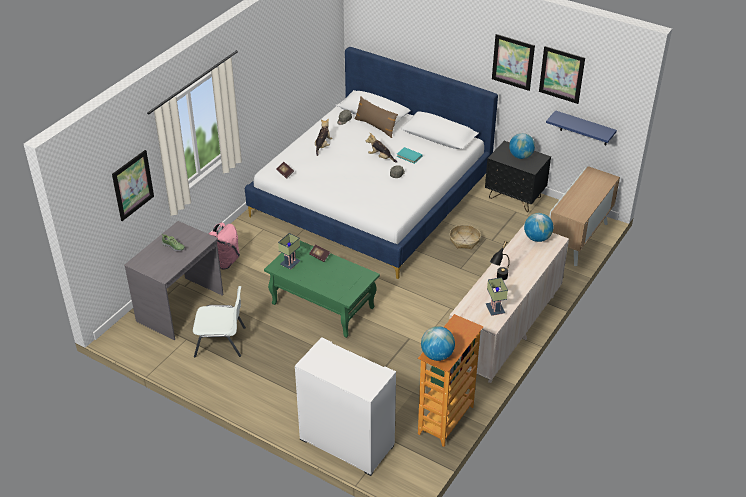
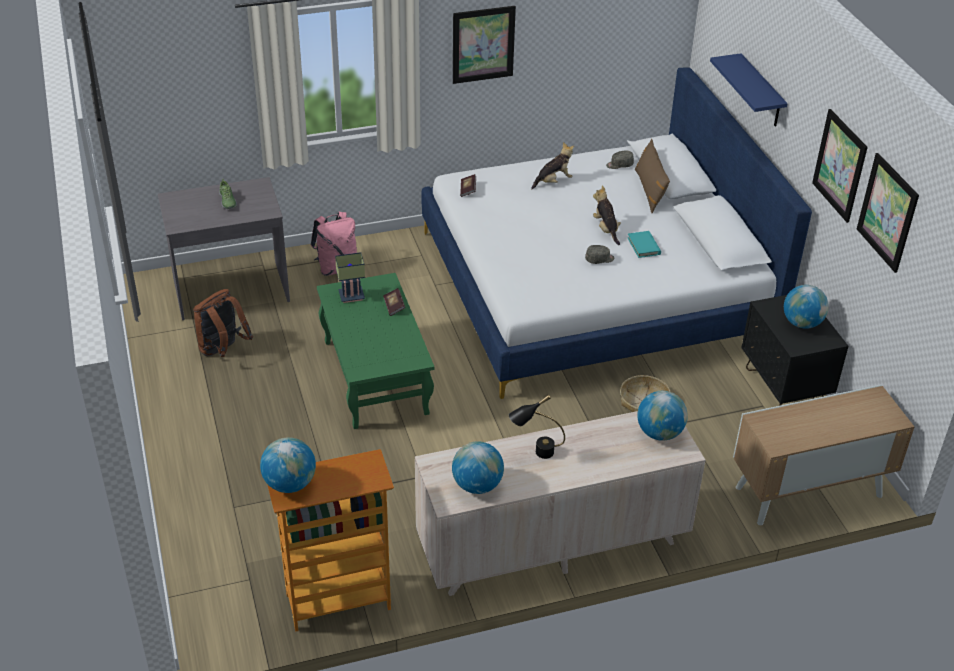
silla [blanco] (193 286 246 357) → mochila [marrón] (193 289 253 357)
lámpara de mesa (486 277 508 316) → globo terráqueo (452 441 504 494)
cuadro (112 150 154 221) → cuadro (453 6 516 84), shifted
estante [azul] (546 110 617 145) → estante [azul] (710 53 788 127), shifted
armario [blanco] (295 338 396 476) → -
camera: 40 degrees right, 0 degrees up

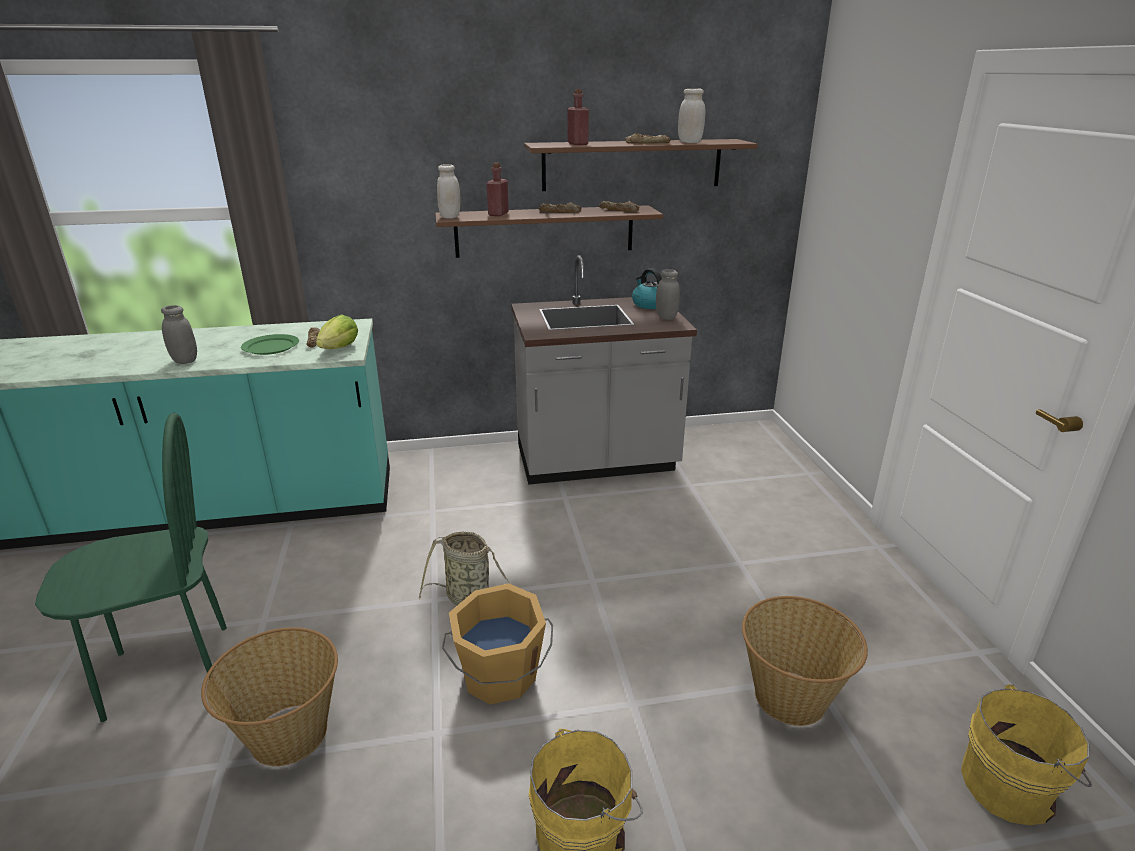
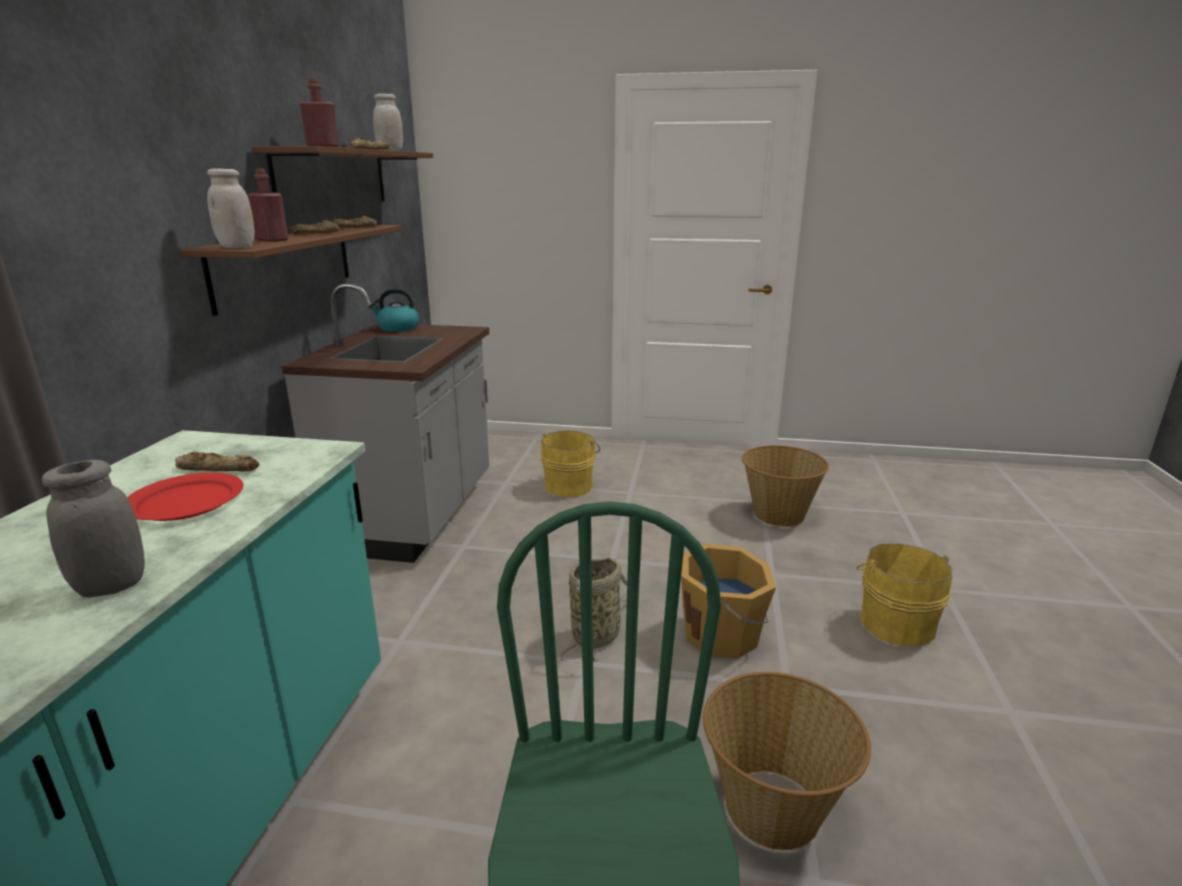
plato [verde] (241 334 299 355) → plato [rojo] (127 472 243 521)
cubo [amarillo] (961 684 1092 825) → cubo [amarillo] (541 430 600 497), shifted
lechuga (316 314 358 349) → -
tarro [gris] (656 269 680 320) → -
camera: 70 degrees left, 5 degrees down

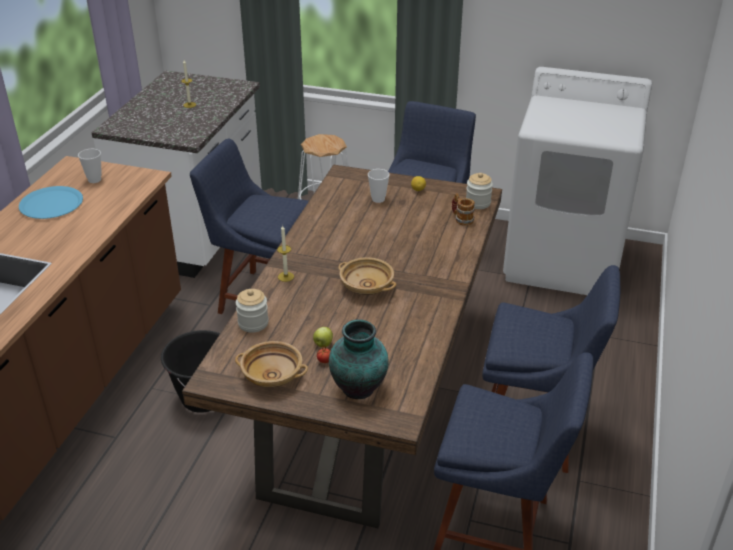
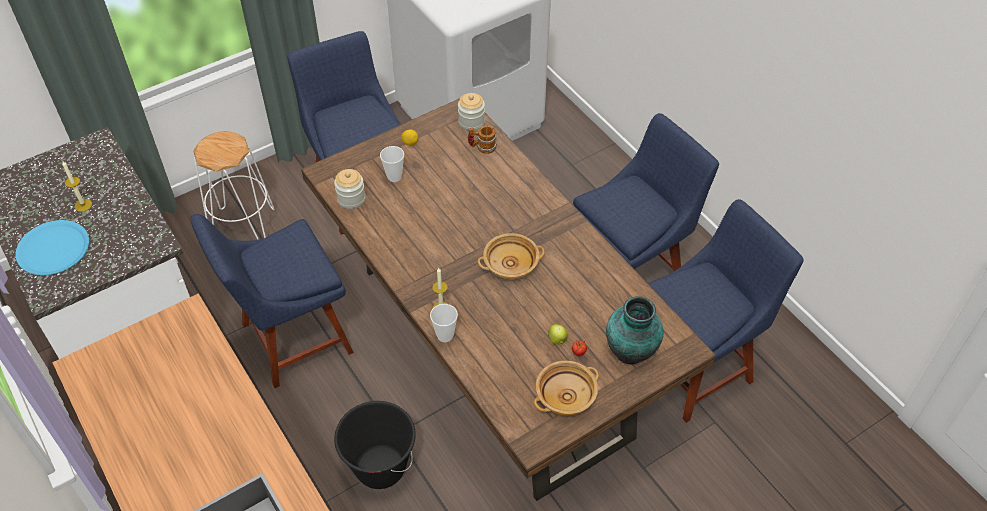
plato [azul] (19 186 83 219) → plato [azul] (16 220 89 275), shifted
tarro (236 289 269 333) → tarro (334 169 365 209), shifted
taza (78 149 102 183) → taza (430 304 458 342), shifted
camera: 50 degrees left, 15 degrees up

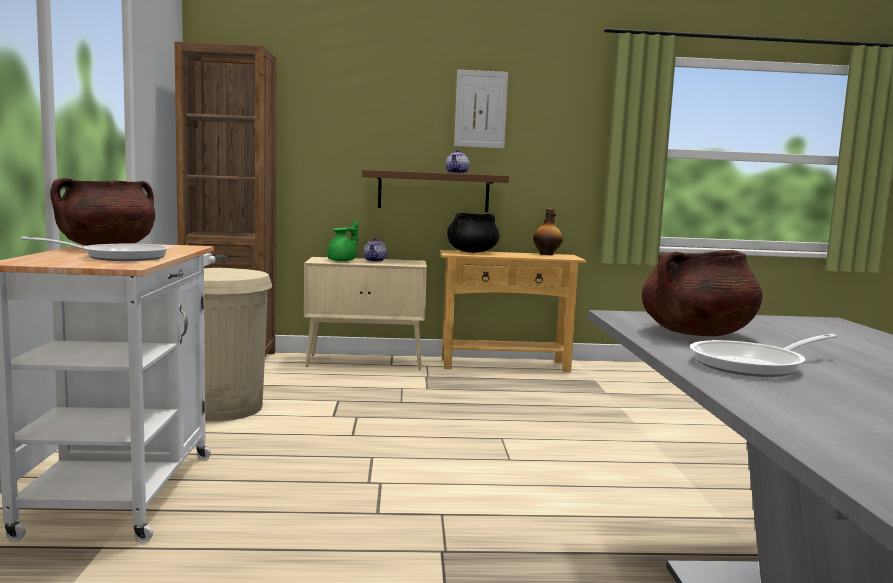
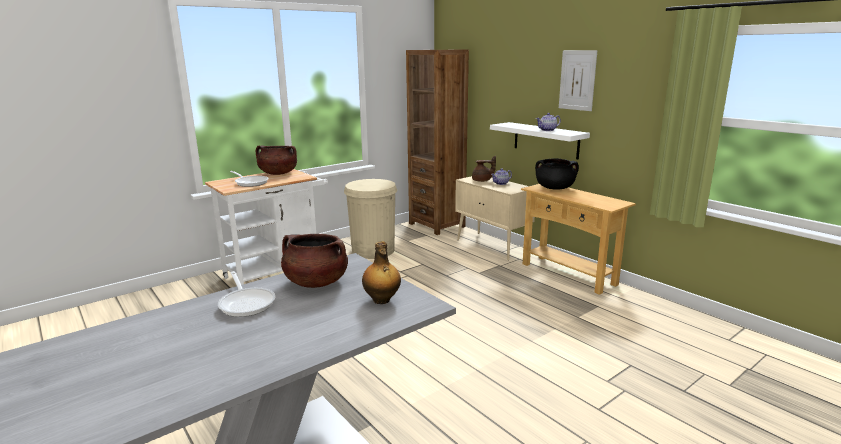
sartén (690 334 837 377) → sartén (218 271 275 317), 150 degrees counterclockwise
botella (533 208 563 255) → botella (362 241 401 304), shifted
tetera [verde] (327 221 358 261) → tetera [marrón] (472 156 496 182)
estante [marrón] (362 170 509 212) → estante [blanco] (490 122 590 159)
camera: 55 degrees right, 10 degrees up

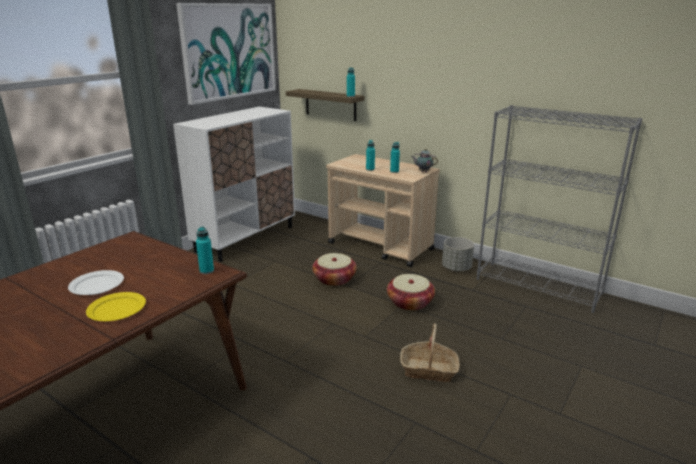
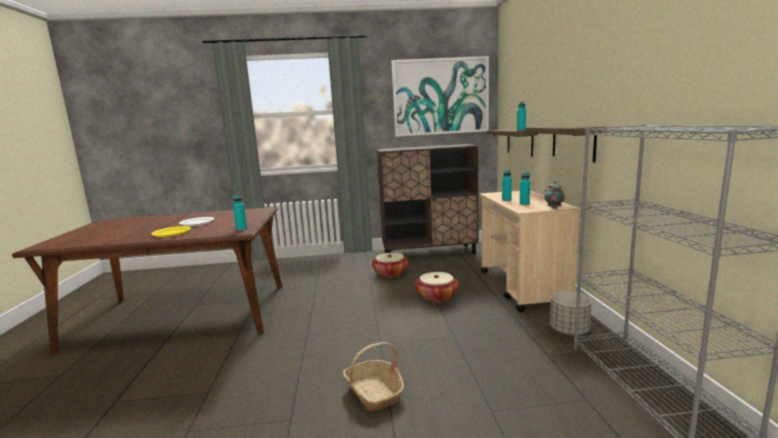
cesta (387 274 435 311) → cesta (372 253 409 278), shifted
armario [blanco] (173 107 295 262) → armario [marrón] (377 144 478 255)
- → estante (525 126 605 163)
camera: 50 degrees right, 10 degrees down

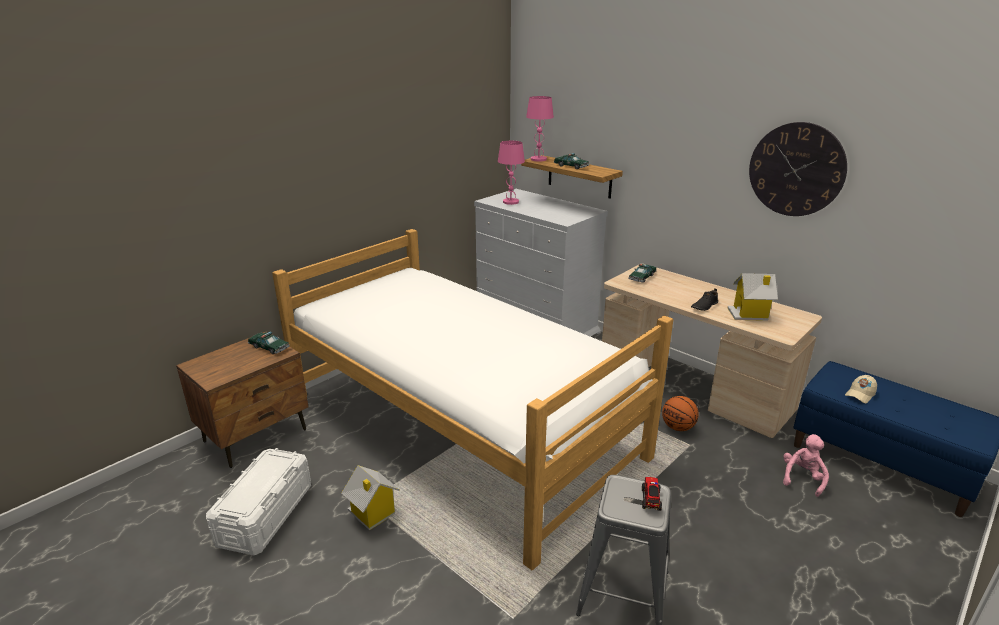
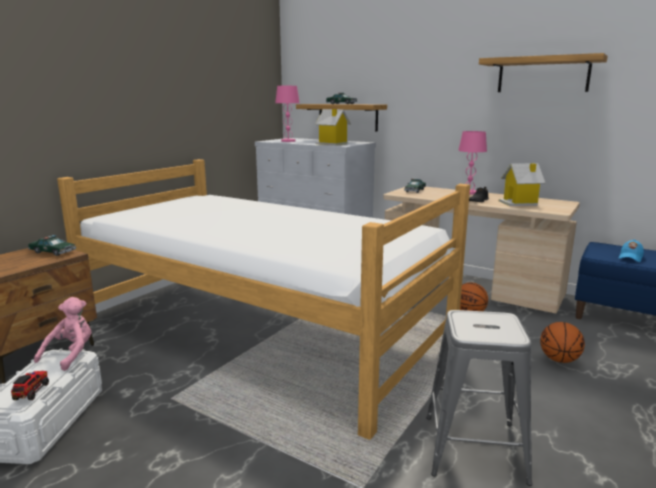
camión de juguete (642 477 662 511) → camión de juguete (11 371 49 400), shifted
peluche [rosa] (783 434 829 497) → peluche [rosa] (34 297 91 371), shifted
casita (342 465 400 530) → casita (315 109 351 145), shifted
lámpara de mesa [rosa] (526 96 554 162) → lámpara de mesa [rosa] (458 131 487 195), shifted
reloj de pared (749 122 847 216) → estante (479 53 608 92)
- → balón de baloncesto (540 322 585 363)
gorra [beis] (845 375 877 403) → gorra [azul] (618 240 644 262)
camera: 10 degrees left, 10 degrees down

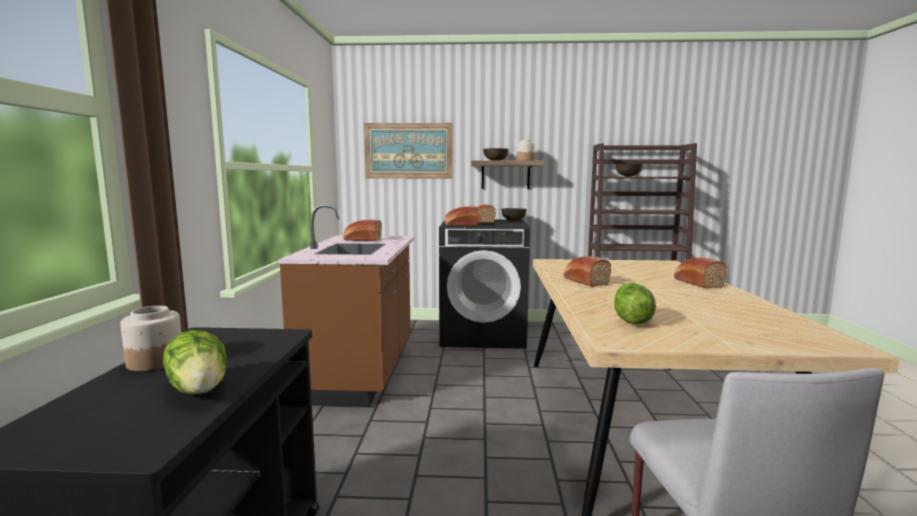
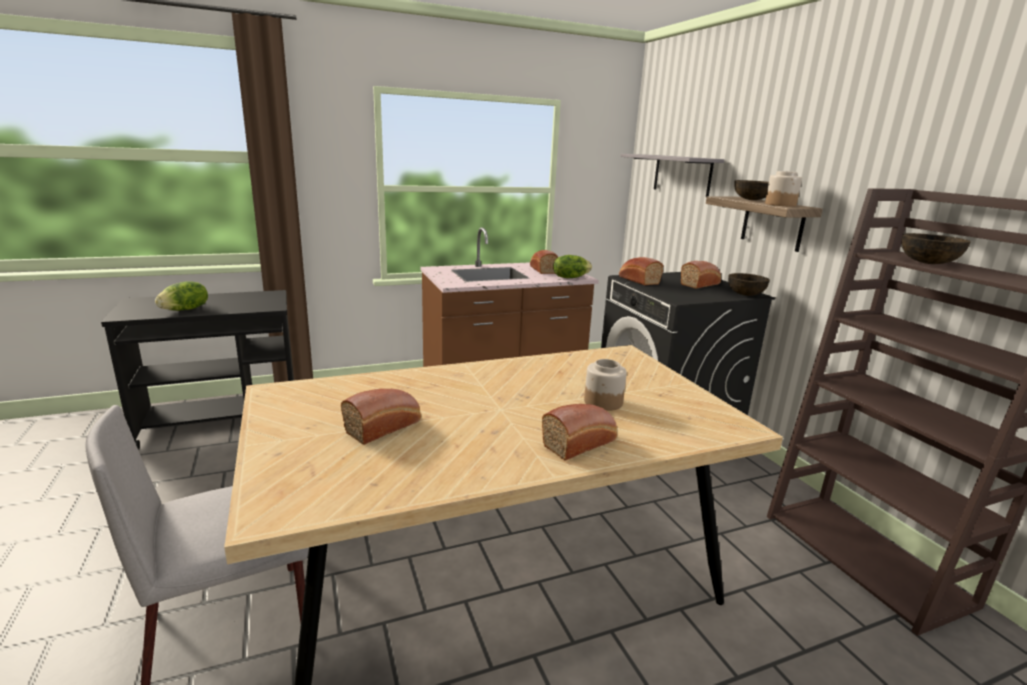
pan (563 256 611 287) → pan (341 389 421 445), shifted
lechuga (614 283 656 324) → lechuga (553 255 592 278), shifted
tarro (120 306 181 371) → tarro (584 359 627 411), shifted
cuadro (364 123 453 179) → estante [gris] (621 154 724 197)
camera: 65 degrees right, 10 degrees up

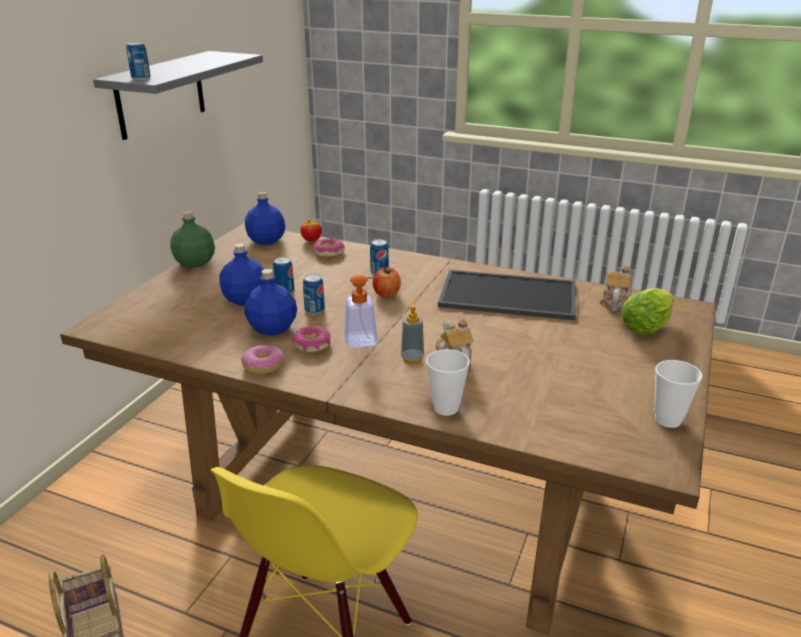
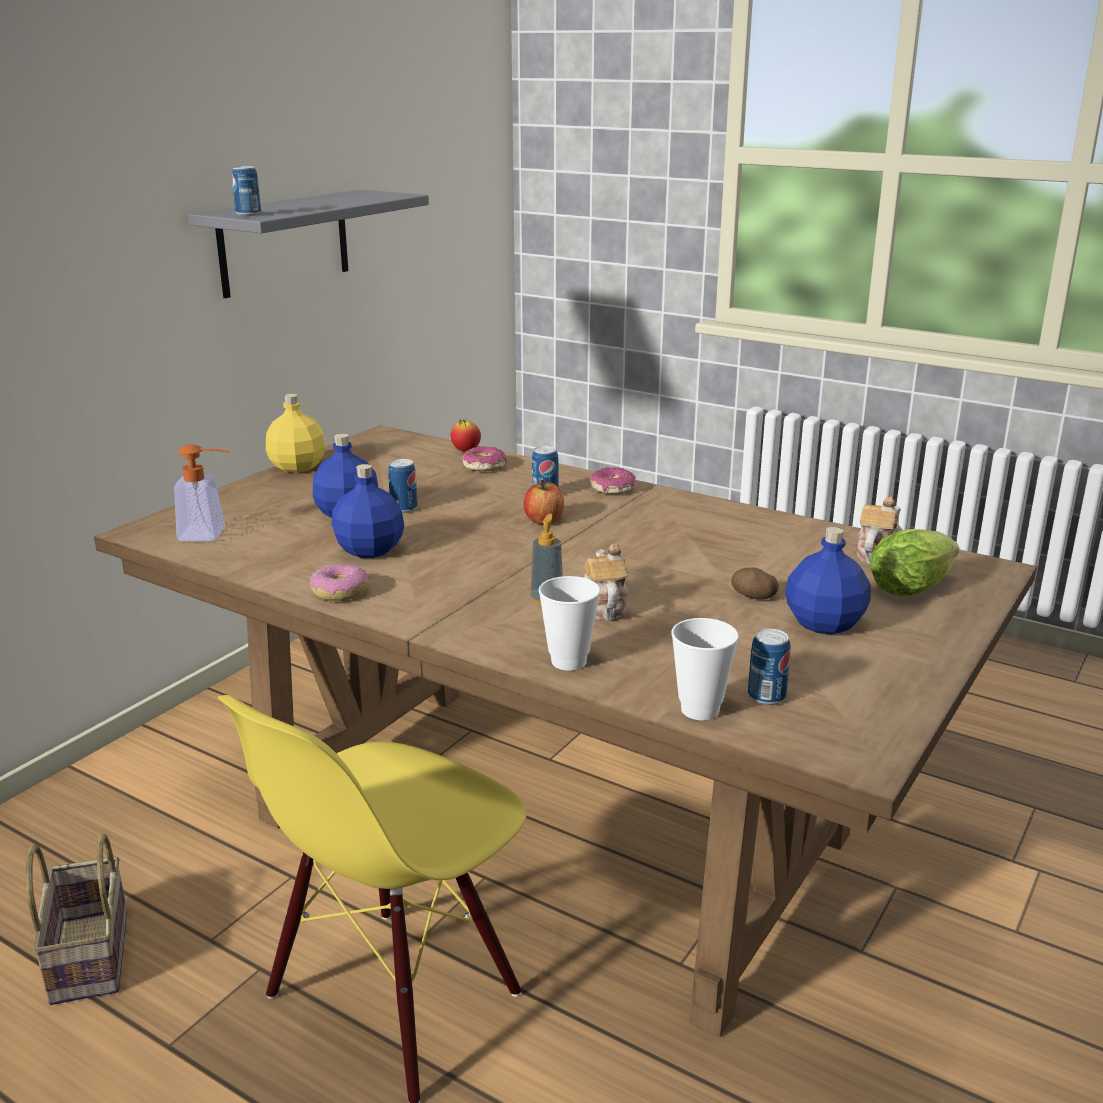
dispensador de jabón (344 275 389 348) → dispensador de jabón (174 444 230 541), shifted
botella [verde] (170 211 215 268) → botella [amarillo] (266 394 325 473)
rosquilla (292 326 331 352) → rosquilla (590 467 636 494), shifted
taza (654 360 702 428) → taza (671 618 739 720), shifted
- → patata (731 567 779 600)
lata (303 274 325 314) → lata (748 629 791 705), shifted
botella [azul] (245 191 285 245) → botella [azul] (785 527 871 635), shifted
bandeja (438 270 576 320) → -
camera: 10 degrees right, 5 degrees down

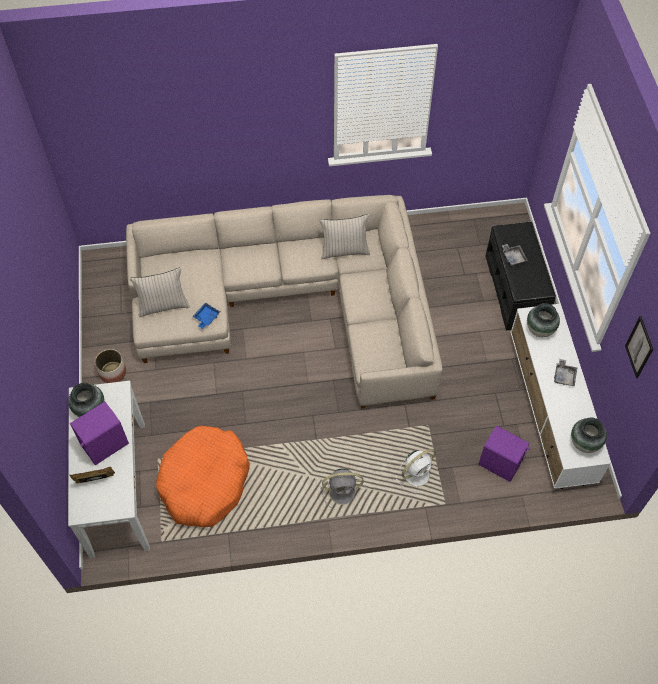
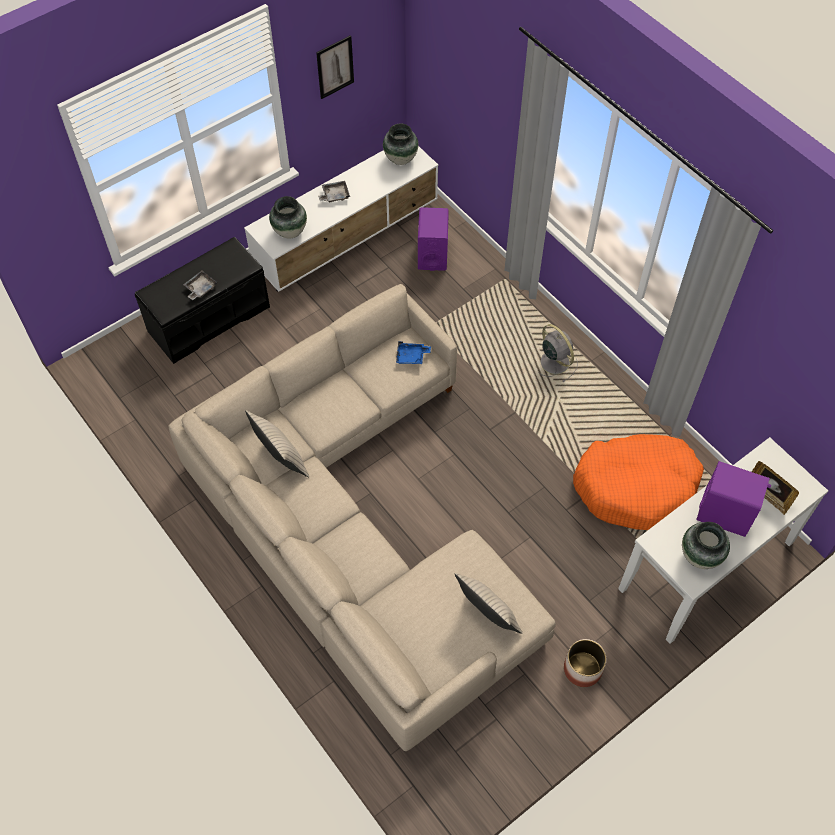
bandeja [azul] (192 303 220 329) → bandeja [azul] (396 341 431 364), shifted
ventilador [blanco] (395 449 436 493) → -
camera: 120 degrees left, 0 degrees up

